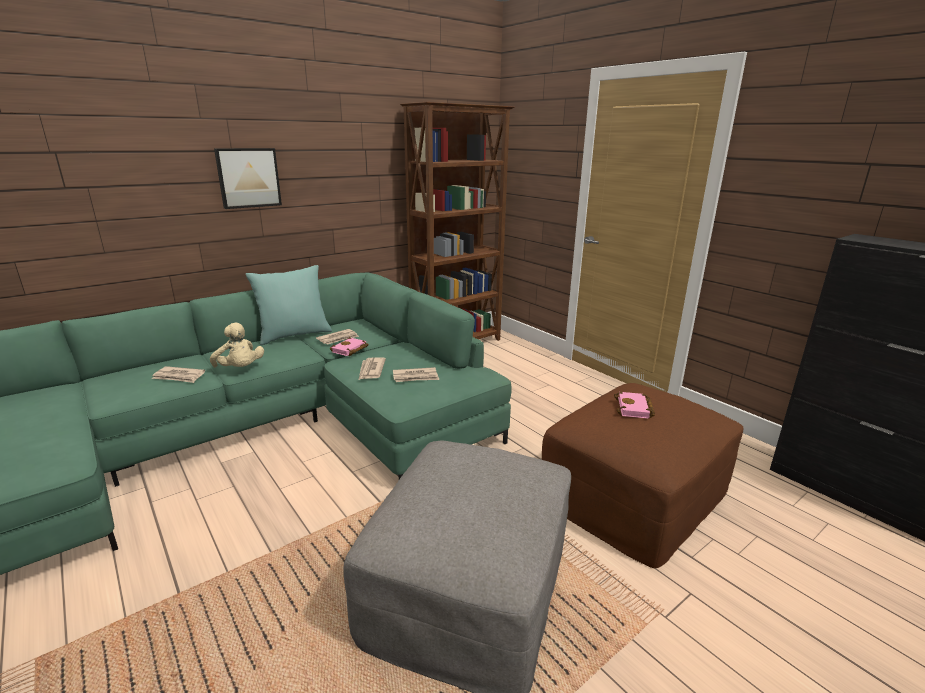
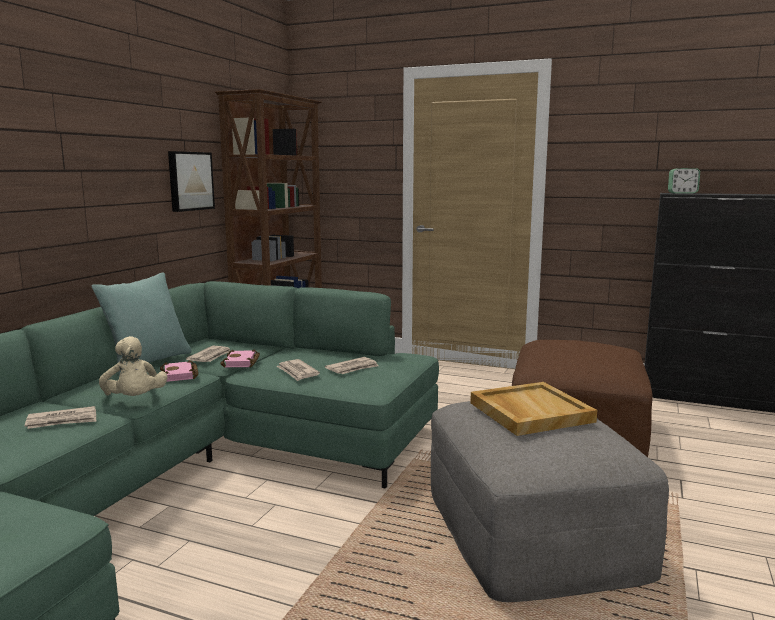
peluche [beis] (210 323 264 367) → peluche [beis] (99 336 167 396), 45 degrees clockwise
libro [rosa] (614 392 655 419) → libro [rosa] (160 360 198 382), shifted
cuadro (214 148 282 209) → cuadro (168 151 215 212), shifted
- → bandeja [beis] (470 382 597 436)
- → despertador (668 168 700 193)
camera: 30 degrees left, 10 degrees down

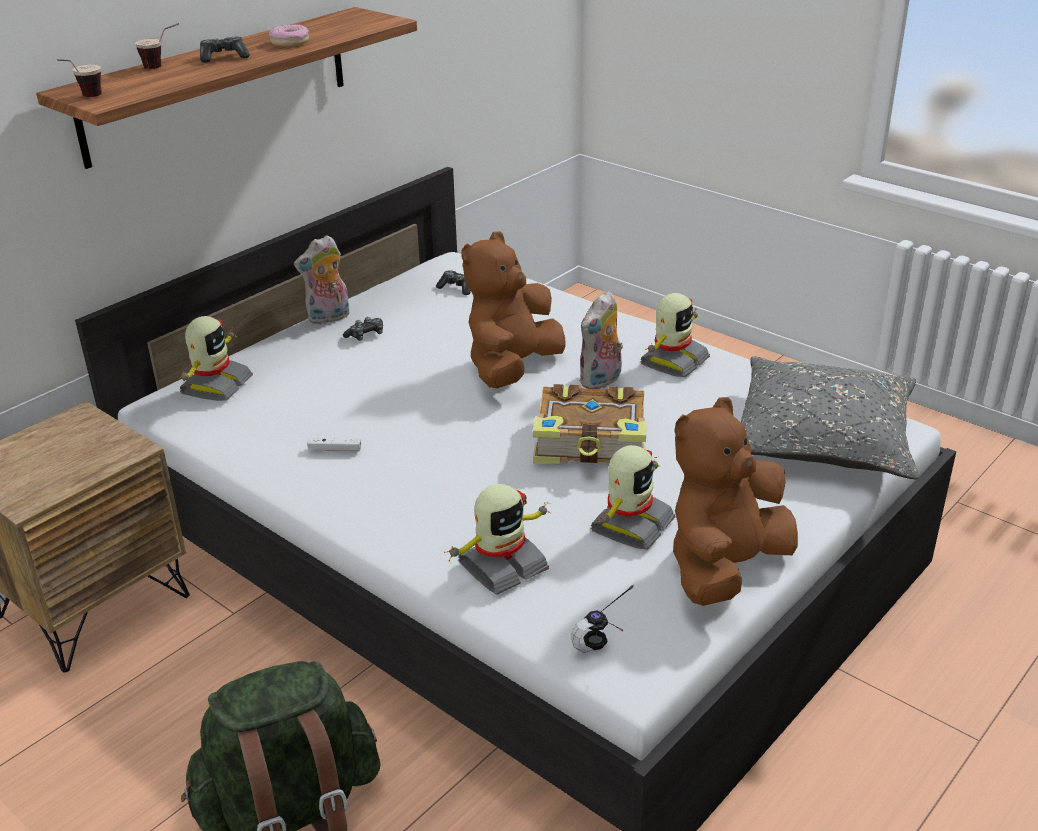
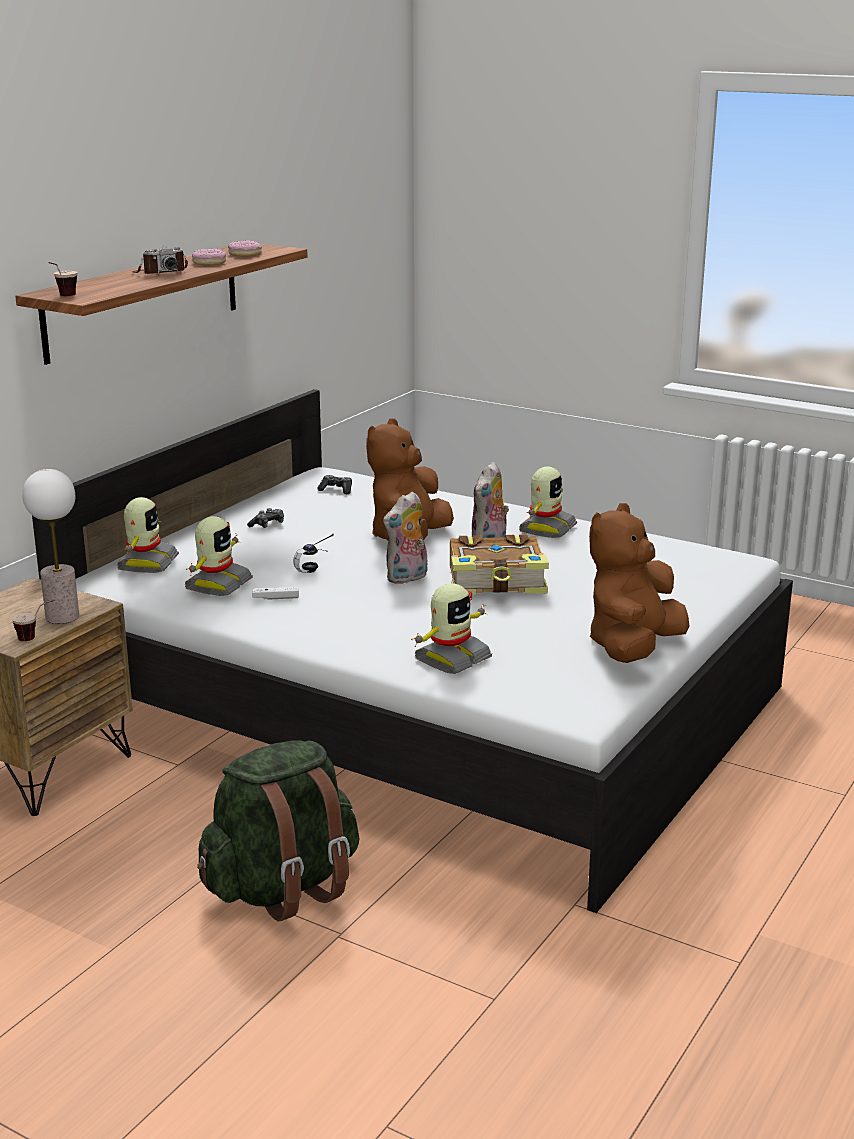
taza (135 23 179 69) → taza (12 600 55 641), shifted
- → lámpara de mesa (22 469 79 624)
mando de consola (200 37 250 63) → cámara (132 245 188 274)
robot de juguete (591 445 676 550) → robot de juguete (184 516 253 596), shifted
- → rosquilla (228 240 262 257)
auriculares (571 585 634 653) → auriculares (293 534 334 573), shifted
peluche (294 235 350 325) → peluche (383 491 428 584), shifted
cojín [gris] (741 356 919 479) → -
camera: 10 degrees left, 10 degrees down

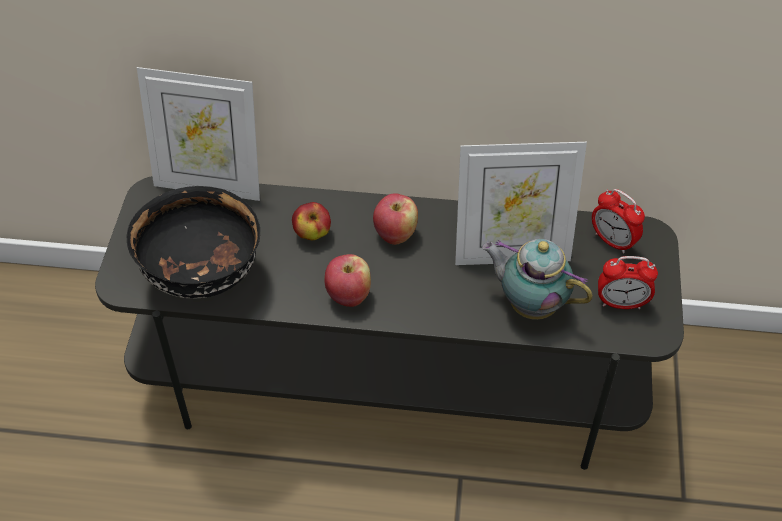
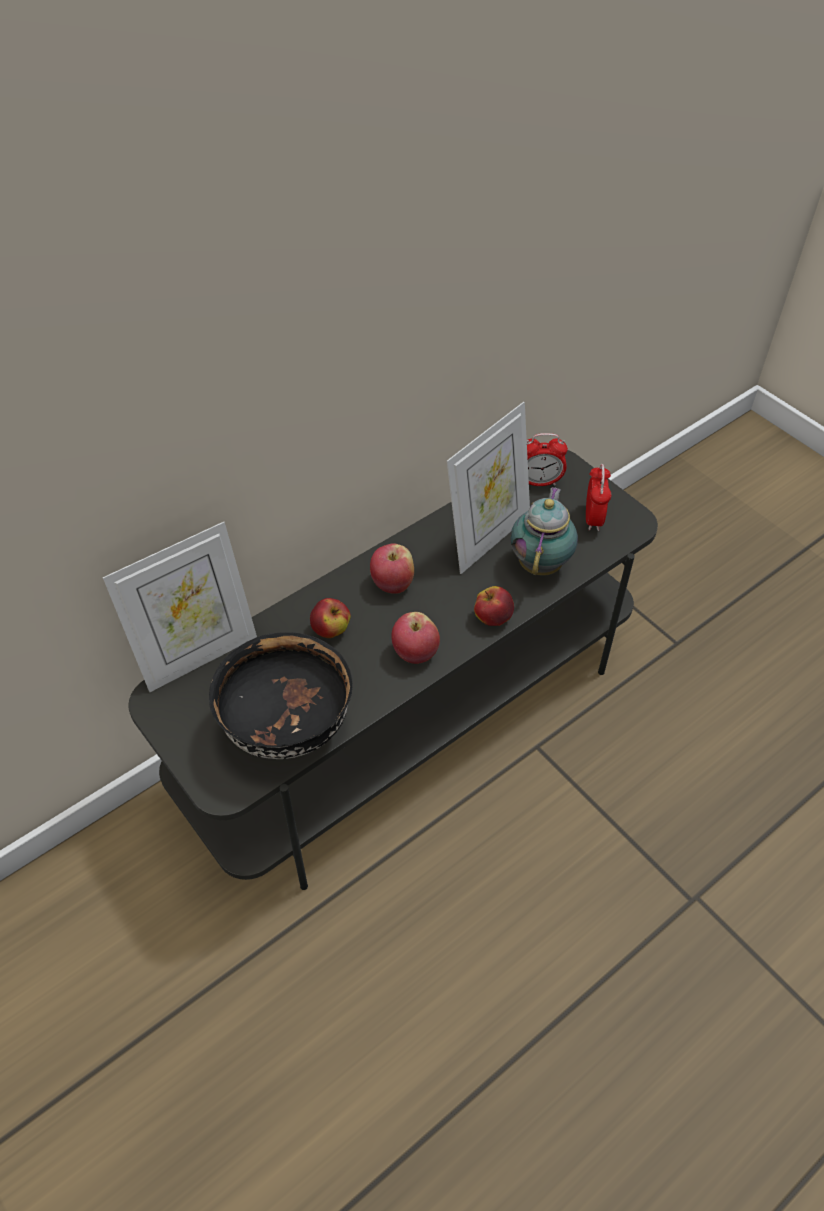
- → manzana (474 586 514 626)
tetera (482 239 593 320) → tetera (510 487 578 576), 120 degrees clockwise
despertador (598 256 658 309) → despertador (586 464 611 531), 45 degrees counterclockwise
camera: 45 degrees left, 0 degrees up

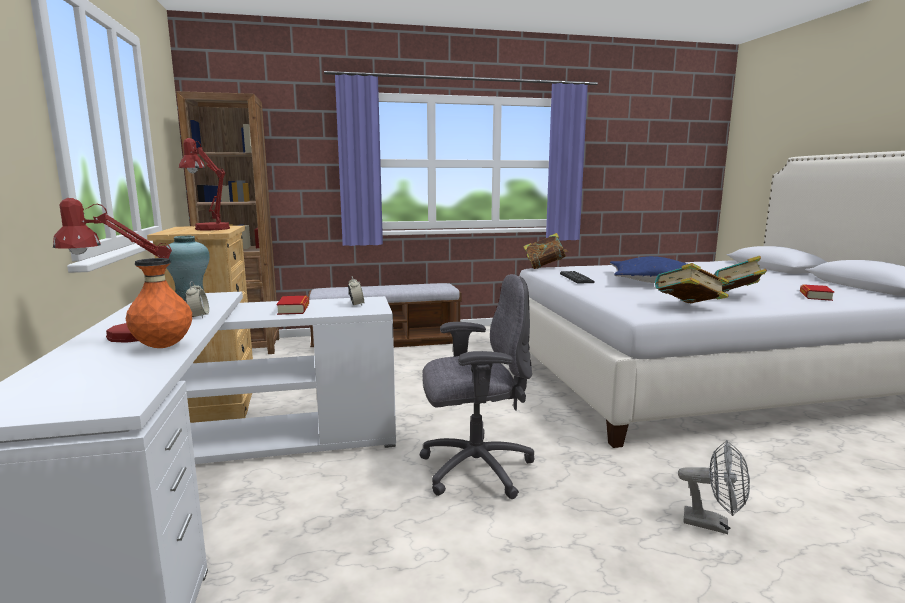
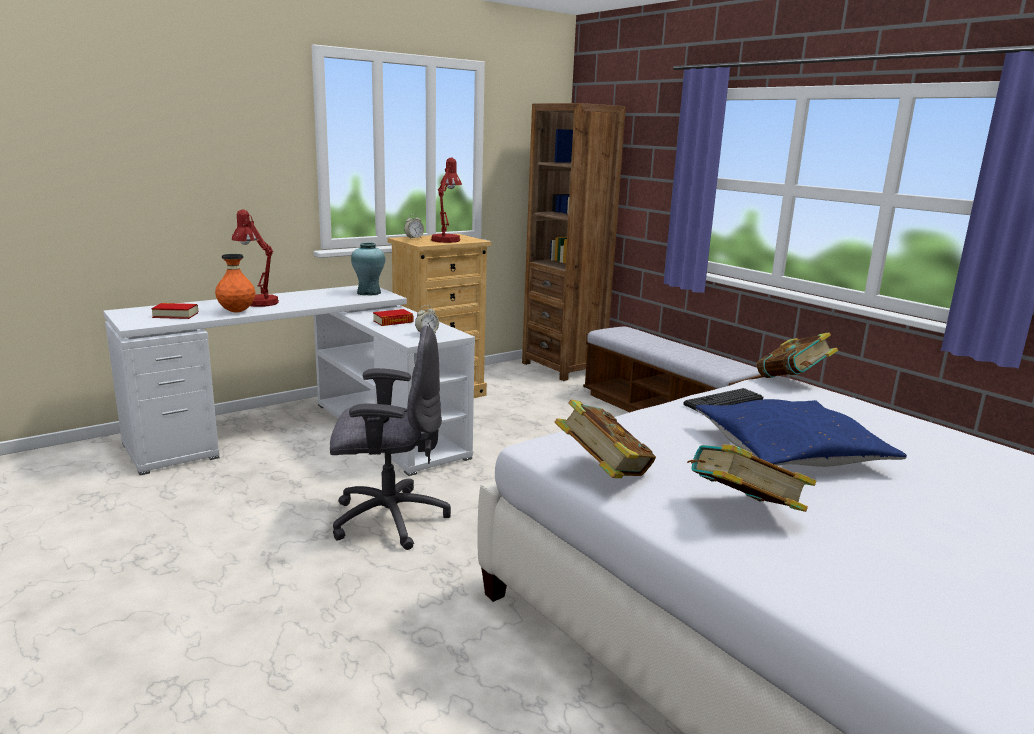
libro (800 284 834 301) → libro (151 303 198 319), shifted
silla de oficina [gris] (420 274 535 499) → silla de oficina [gris] (330 325 451 550), 60 degrees counterclockwise
despertador (185 281 209 318) → despertador (404 214 424 239), shifted
ventilador [gris] (678 440 750 534) → -
camera: 65 degrees right, 5 degrees up

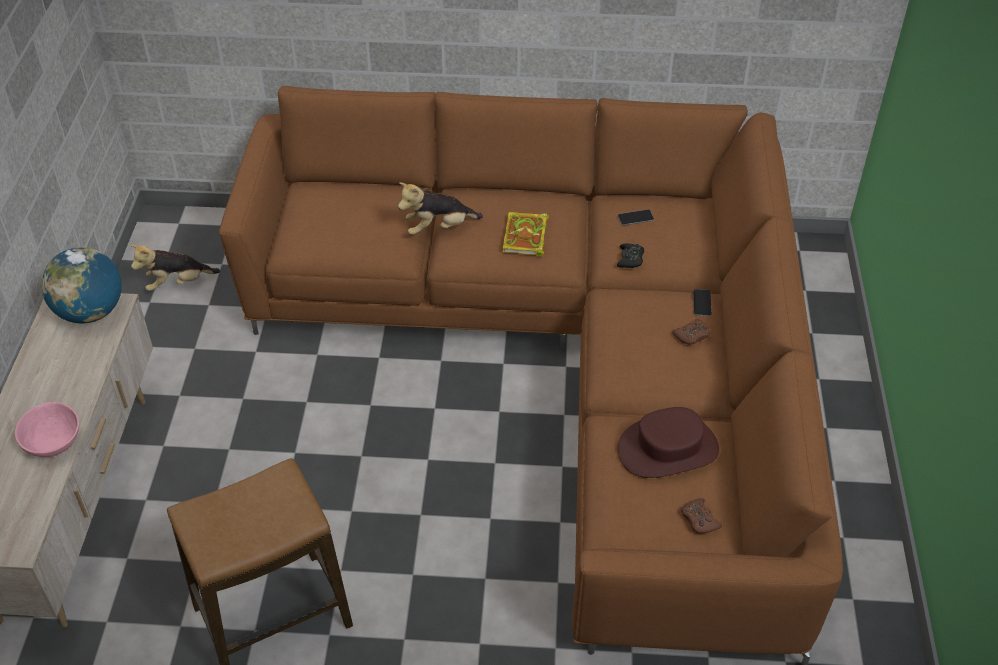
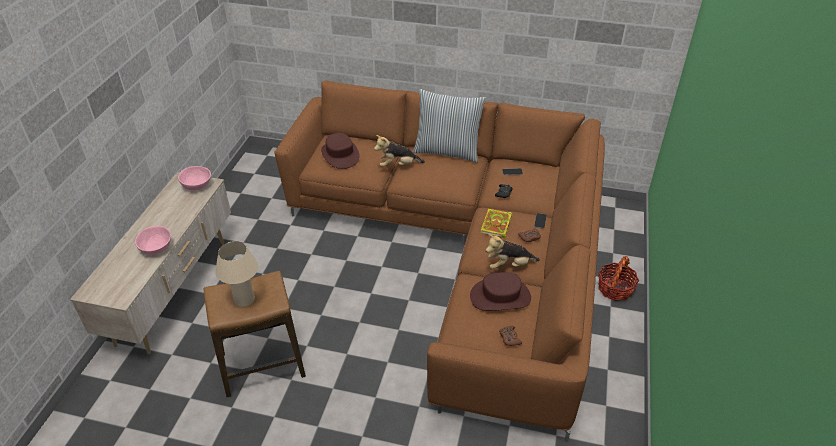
globo terráqueo (41 247 122 324) → cuenco [rosa] (178 166 211 191)
- → lámpara de mesa [beis] (215 241 258 307)
- → sombrero [marrón] (321 133 360 169)
- → cojín (413 89 486 163)
libro (503 212 549 256) → libro (481 209 513 238), shifted
peluche (130 244 220 291) → peluche (486 234 540 269), shifted
- → cesta (598 256 639 301)
camera: 10 degrees right, 5 degrees down

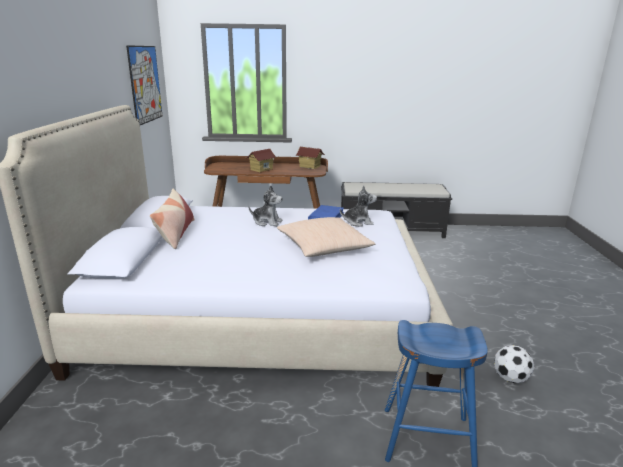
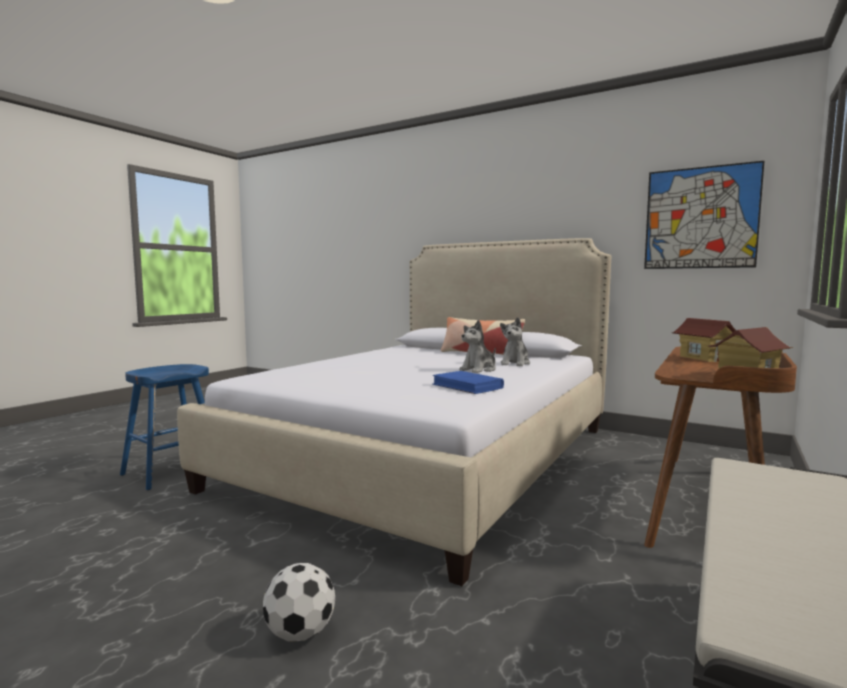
balón de fútbol (494 345 534 383) → balón de fútbol (263 563 335 642), shifted
peluche (340 186 377 227) → peluche (500 317 530 366), shifted
cojín [beis] (277 217 375 257) → -
camera: 120 degrees right, 15 degrees down

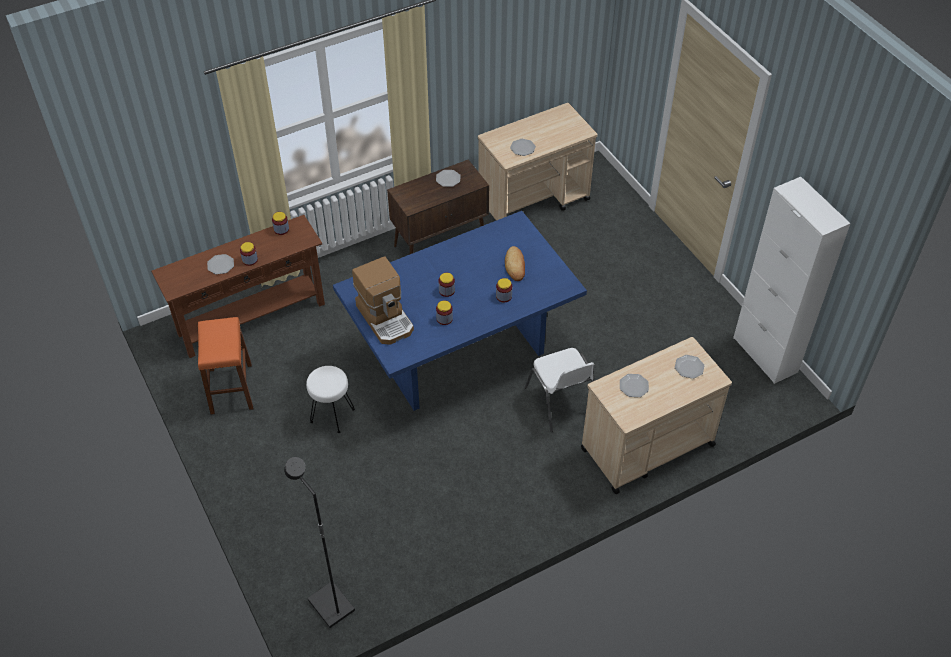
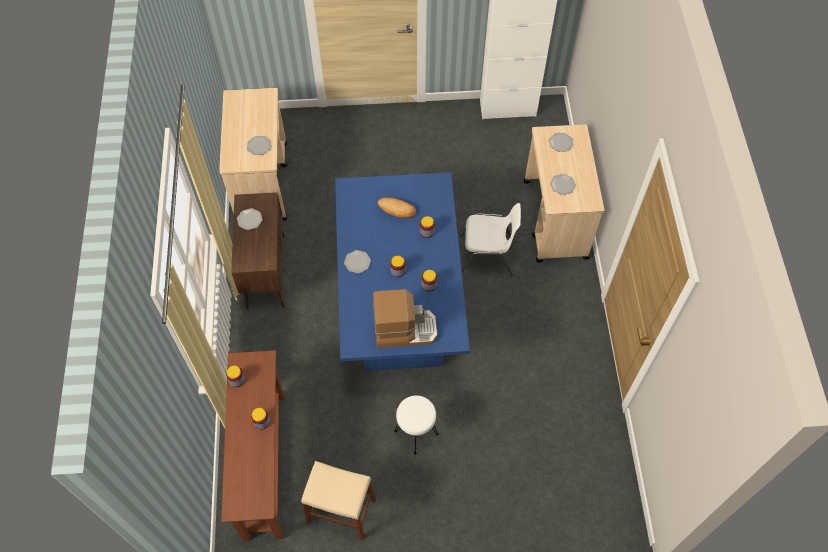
taburete [naranja] (198 317 253 415) → taburete [beis] (301 461 376 540)
plato (207 254 234 274) → plato (344 250 371 273), shifted
lámpara de pie [negro] (284 457 355 628) → -
camera: 65 degrees left, 10 degrees up

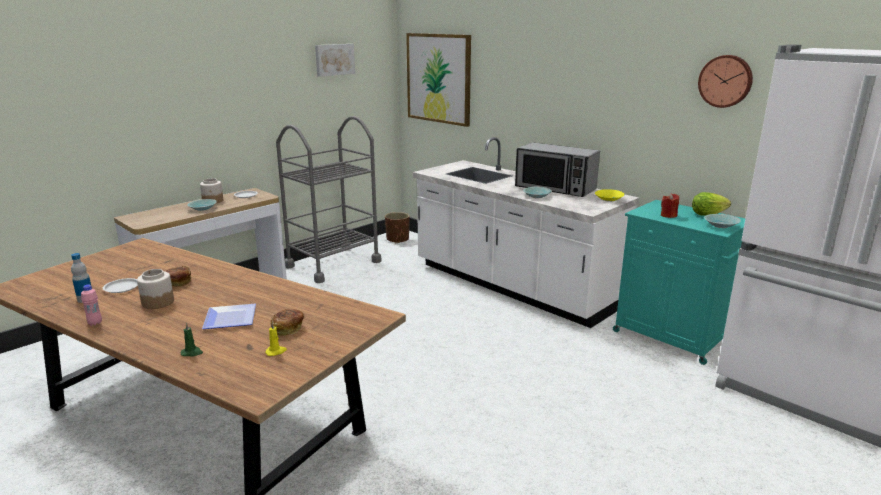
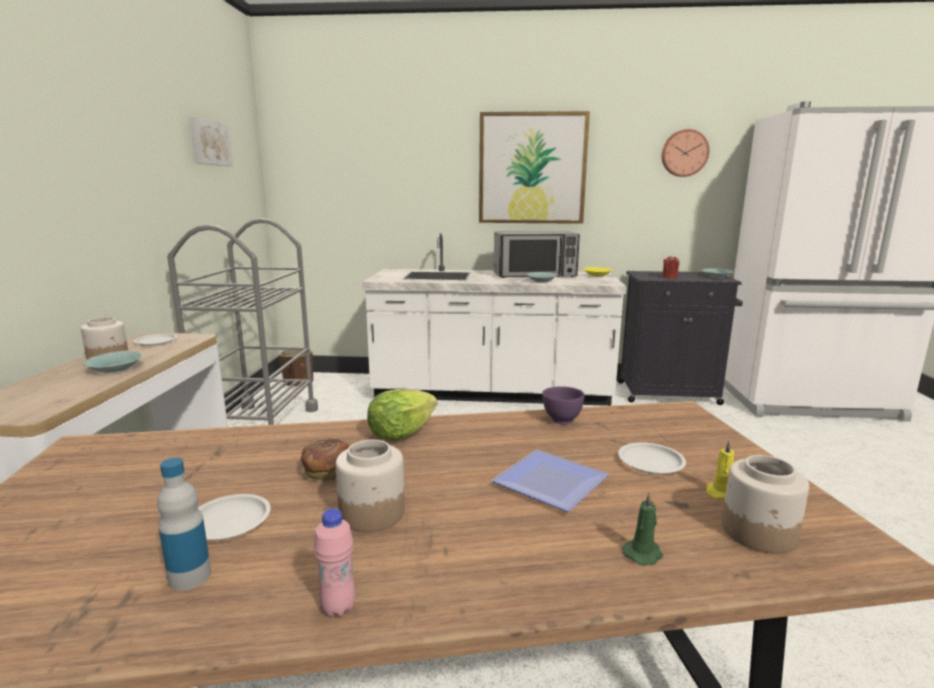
lechuga (692 192 731 216) → lechuga (367 389 437 441), shifted
cuadro (406 33 471 127) → cuadro (479 111 590 224), shifted
- → cuenco [morado] (542 386 584 425)
armario [turquesa] (613 200 746 365) → armario [negro] (618 271 743 405)
pan (271 309 304 336) → plato [blanco] (618 442 686 474)
- → tarro (722 455 809 554)
camera: 40 degrees left, 5 degrees down

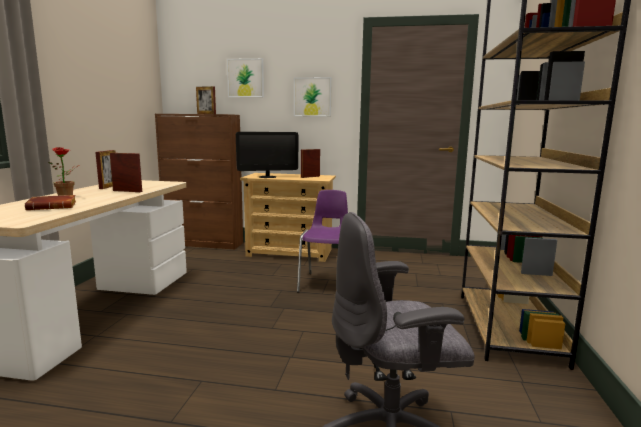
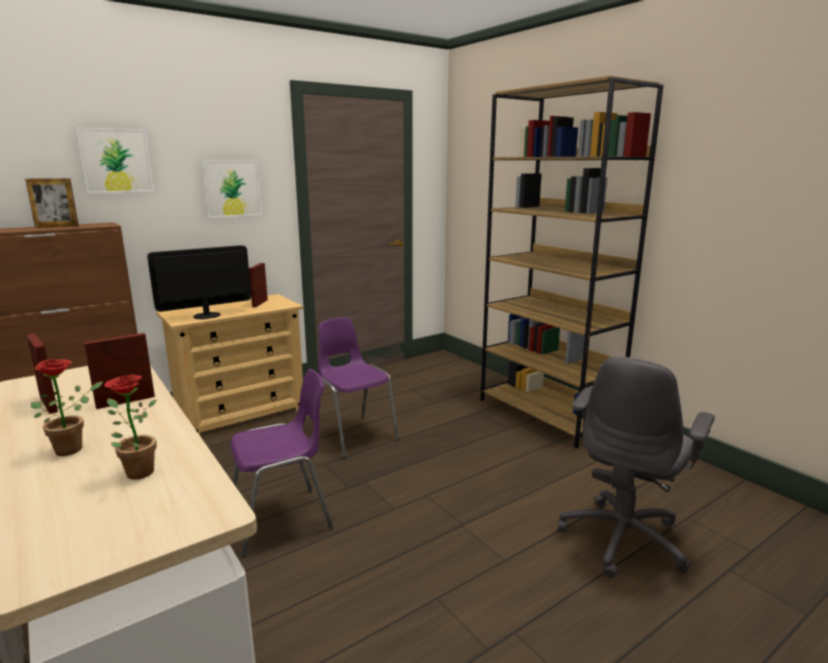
libro [marrón] (25 195 76 210) → planta en maceta (104 374 156 480)
monitor (236 132 298 178) → monitor (147 245 251 319), 150 degrees counterclockwise
- → silla [morado] (231 369 333 557)
camera: 45 degrees left, 5 degrees up

